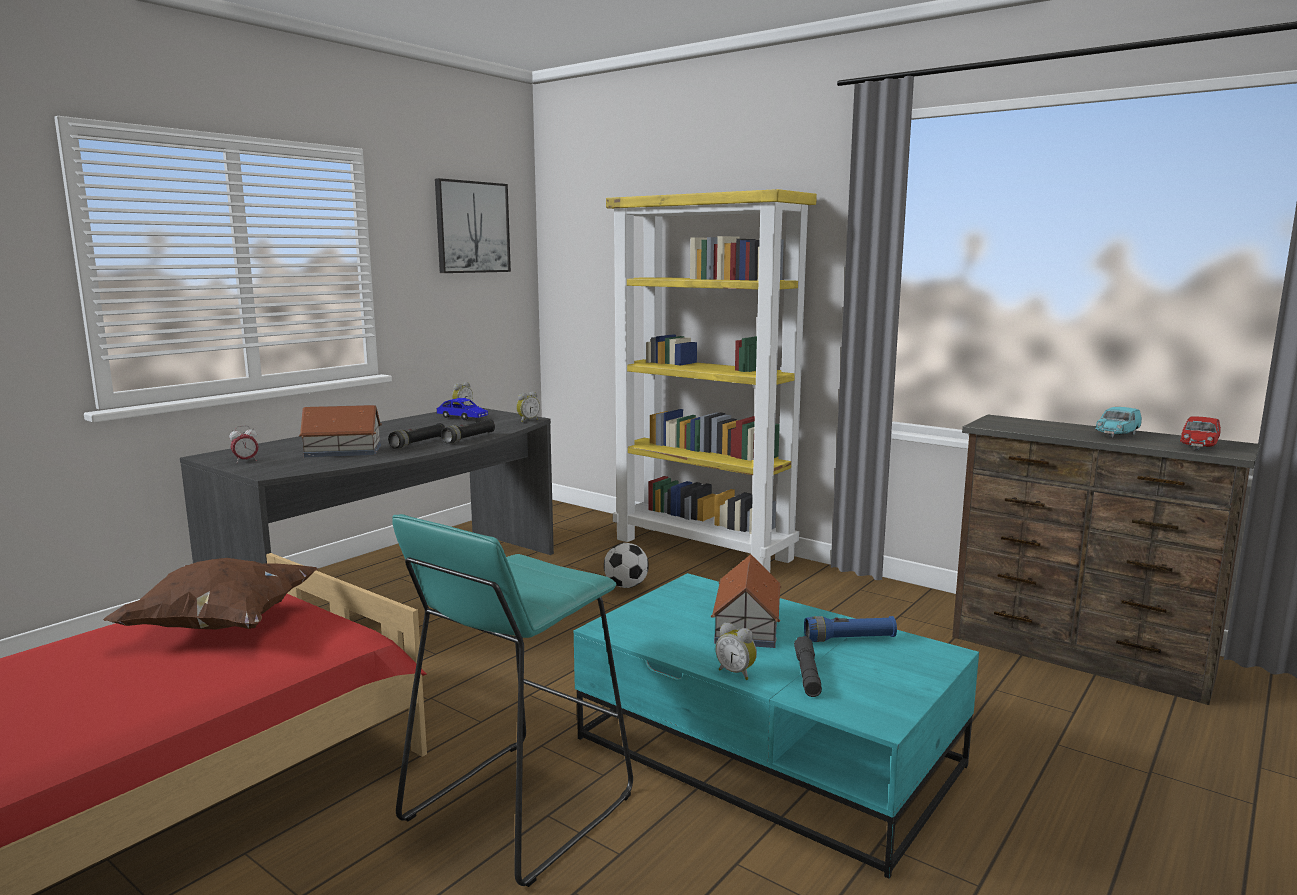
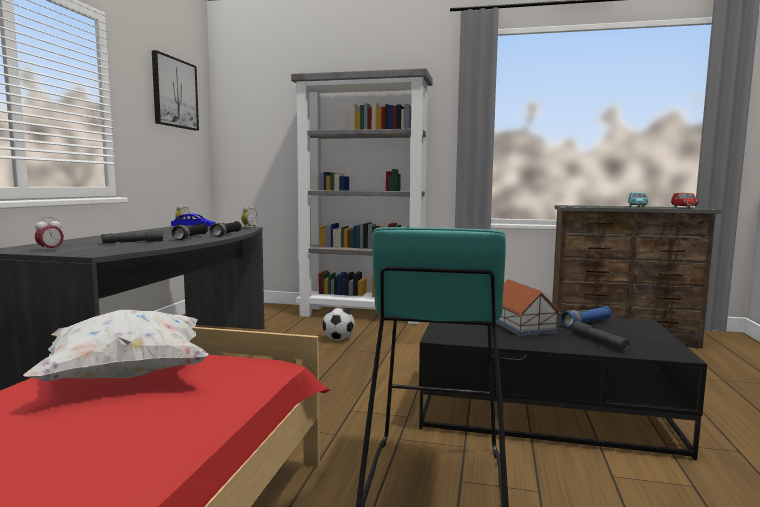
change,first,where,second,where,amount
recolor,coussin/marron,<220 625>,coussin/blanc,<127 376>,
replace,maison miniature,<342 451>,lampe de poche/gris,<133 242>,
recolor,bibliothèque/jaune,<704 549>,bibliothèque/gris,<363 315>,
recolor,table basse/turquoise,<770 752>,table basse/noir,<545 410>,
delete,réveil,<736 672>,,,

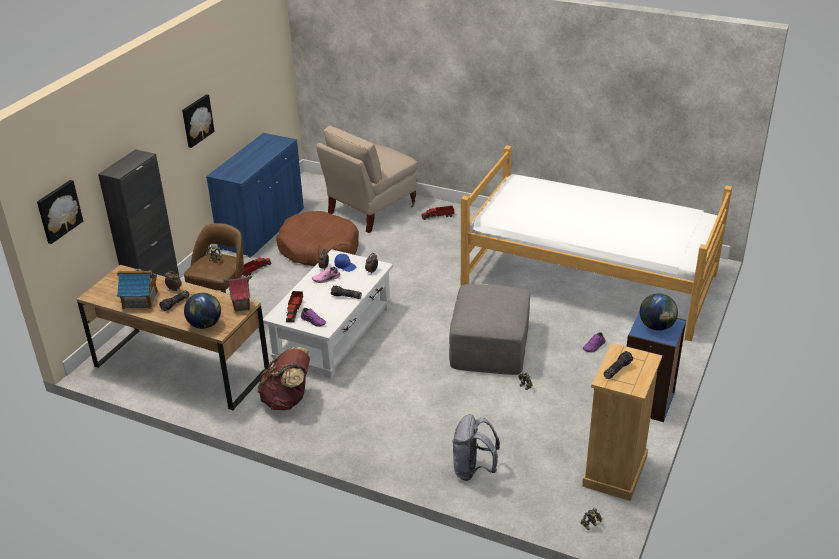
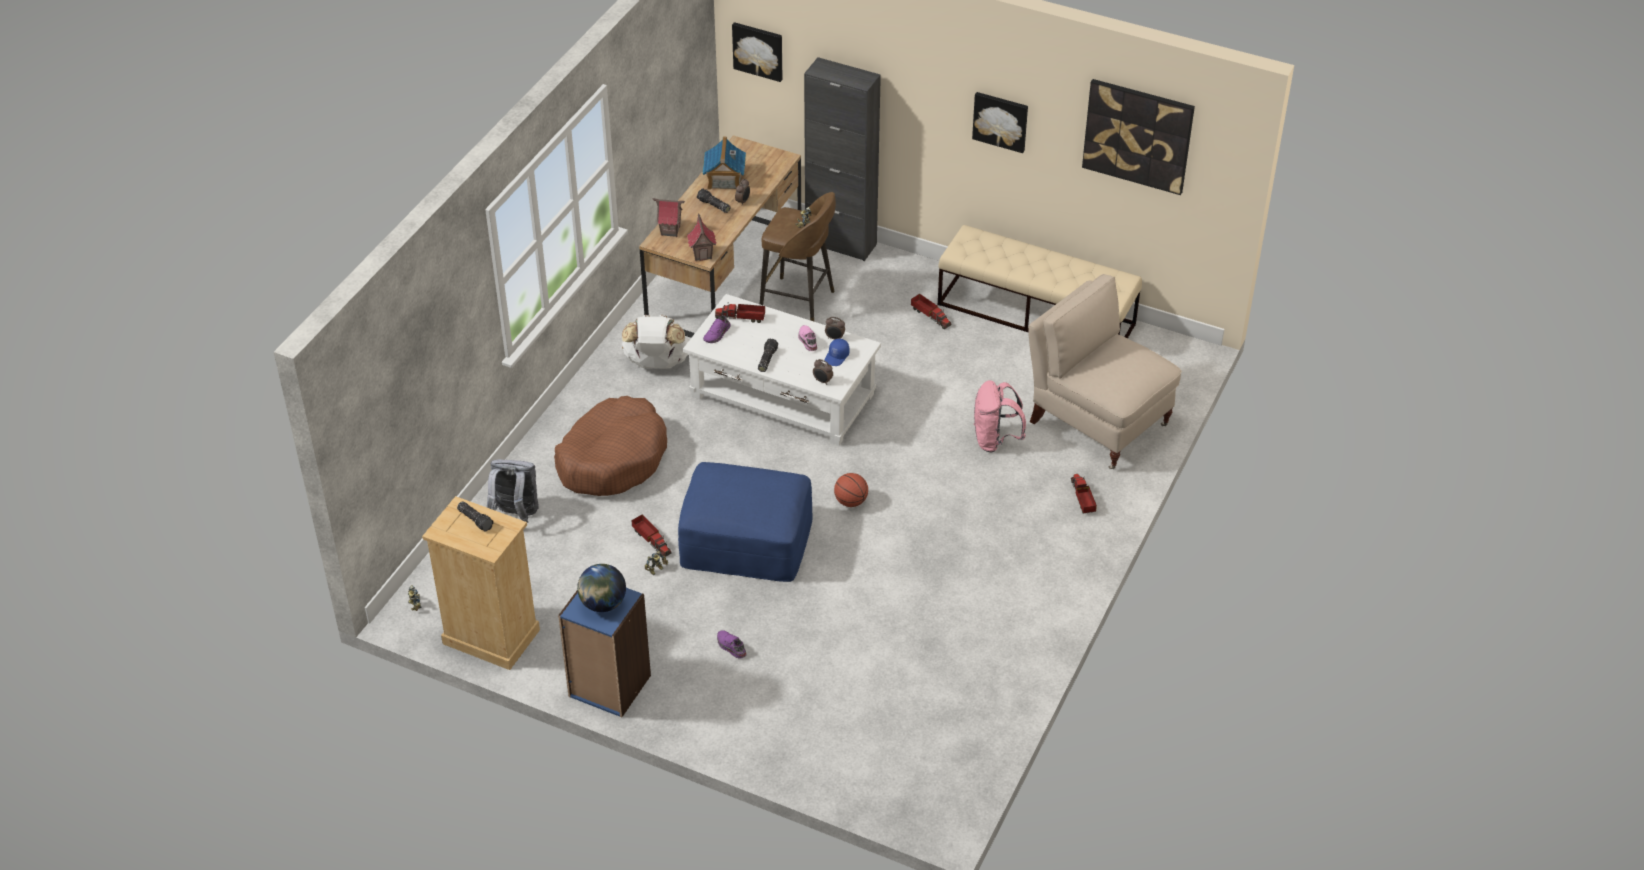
change,first,where,second,where,amount
move,panier pour chien/marron,<319 249>,,<612 458>,
recolor,sac à dos/marron,<288 400>,sac à dos/blanc,<657 363>,
insert,,,camion jouet,<651 540>,
replace,globe,<205 325>,maison miniature,<670 231>,
recolor,pouf/gris,<490 344>,pouf/bleu,<745 541>,
insert,,,ballon de basket,<851 501>,
replace,meuble de rangement/bleu,<262 229>,banc/beige,<1036 314>,
insert,,,sac à dos/rose,<995 440>,
insert,,,tableau,<1138 135>,
delete,lit,<589 280>,,,

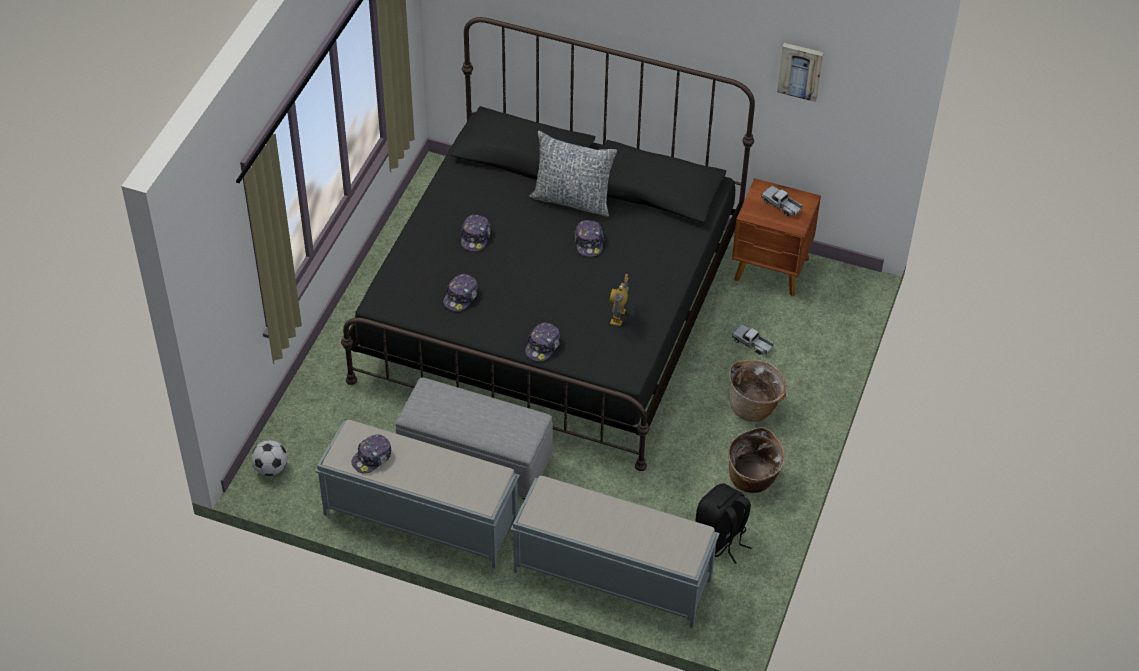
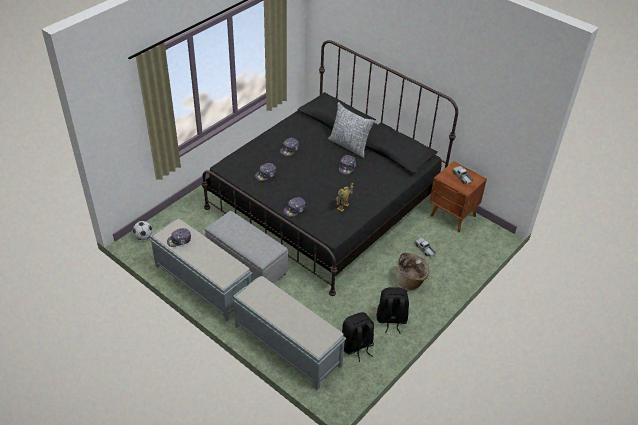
change,first,where,second,where,amount
replace,panier,<753 480>,sac à dos/noir,<391 320>,
delete,tableau,<800 70>,,,

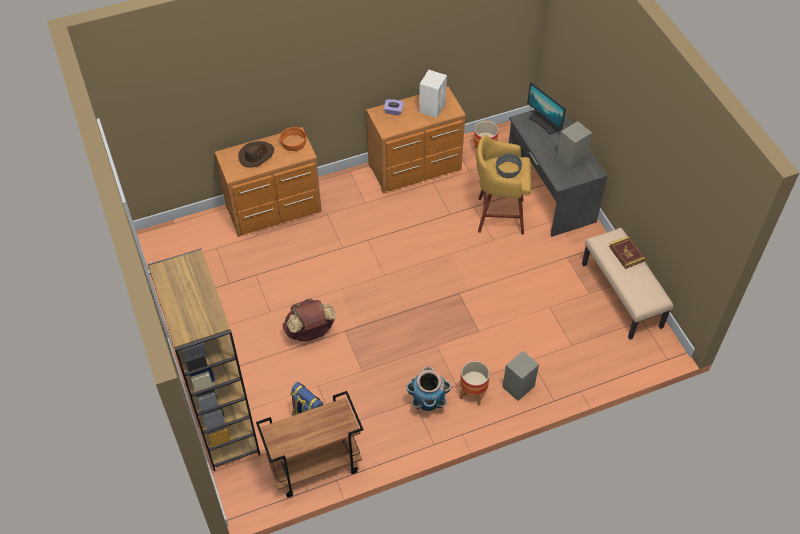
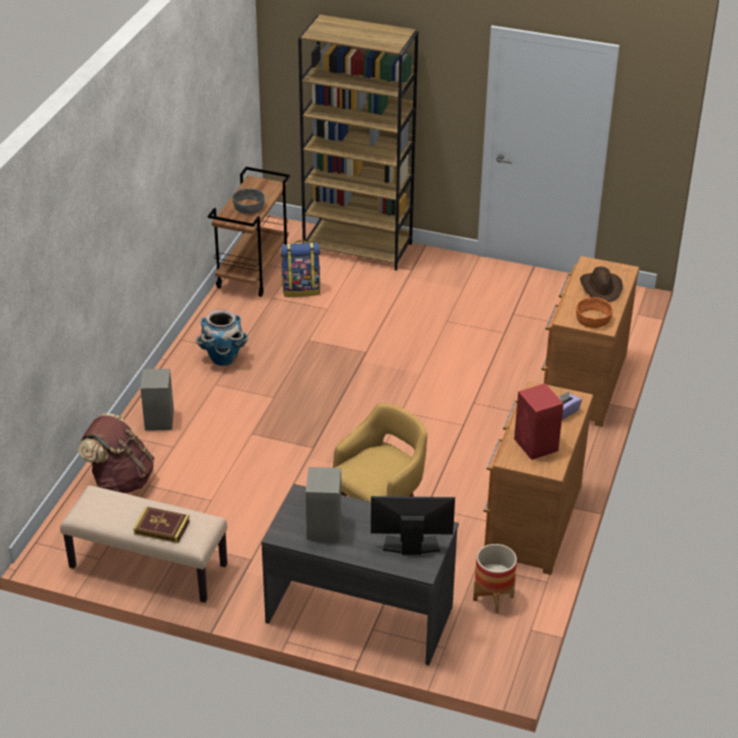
change,first,where,second,where,amount
move,sac à dos/marron,<310 332>,,<120 480>,
move,bol/gris,<508 169>,,<249 207>,
recolor,enceinte/blanc,<432 107>,enceinte/rouge,<536 445>,
delete,cache-pot,<473 393>,,,

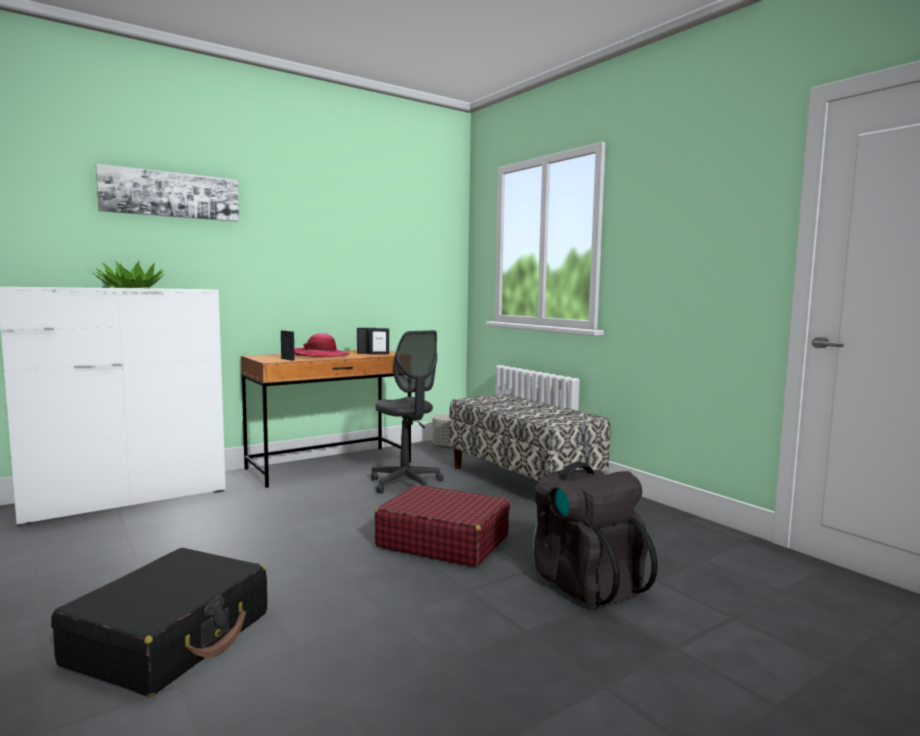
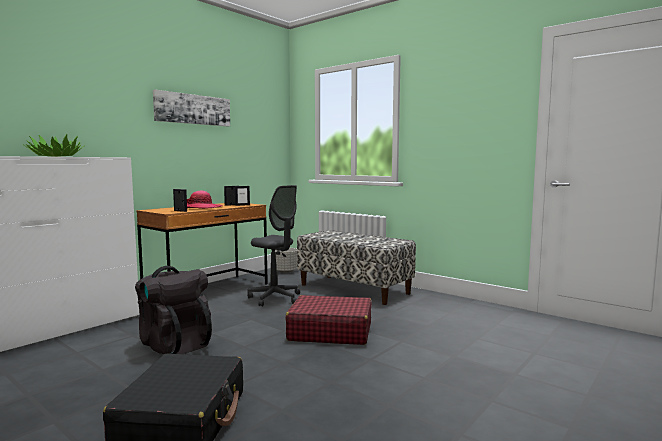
change,first,where,second,where,amount
move,sac à dos/noir,<584 583>,,<174 344>,
move,tableau,<171 194>,,<193 109>,

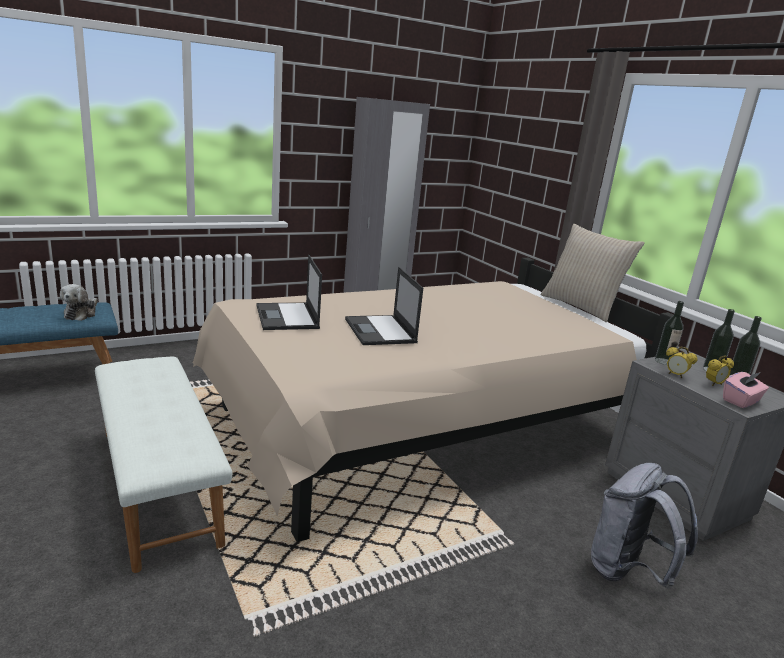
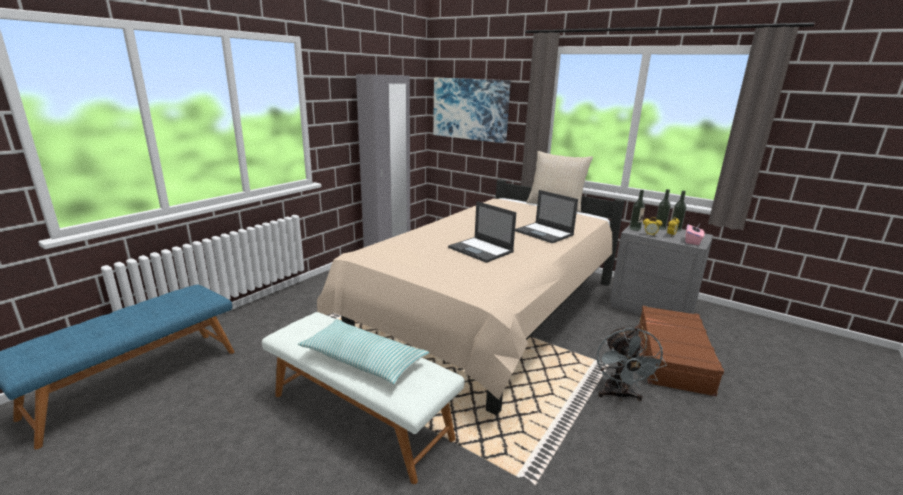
change,first,where,second,where,amount
insert,,,coussin,<363 360>,
insert,,,tableau,<470 109>,
move,ordinateur portable,<287 317>,,<544 233>,
insert,,,ventilateur/gris,<619 395>,
replace,sac à dos/gris,<628 571>,valise/marron,<671 358>,
delete,peluche,<81 314>,,,

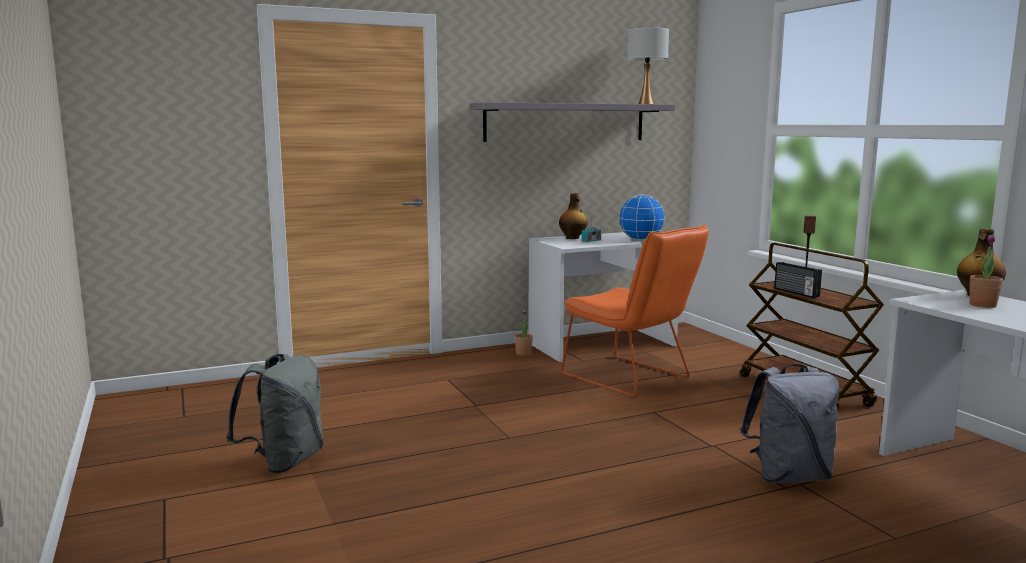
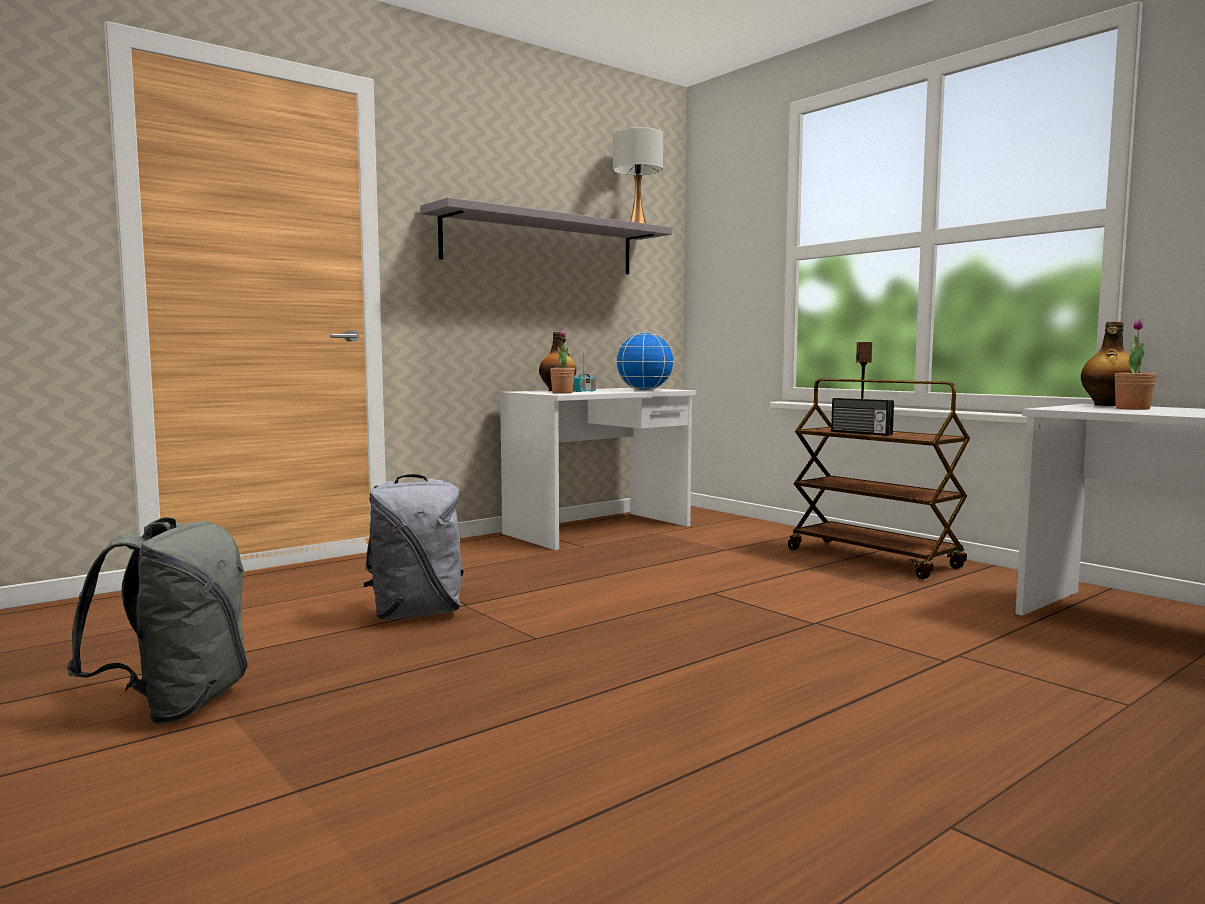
change,first,where,second,where,amount
move,sac à dos/gris,<789 476>,,<416 613>,
move,plante en pot,<523 353>,,<562 393>,
delete,chaise/orange,<631 378>,,,

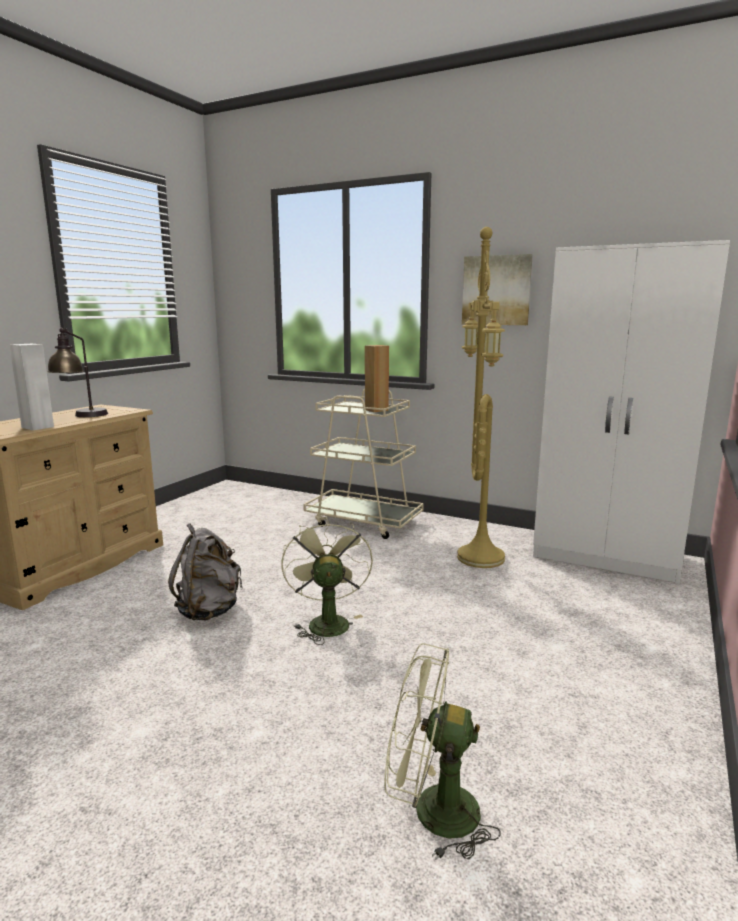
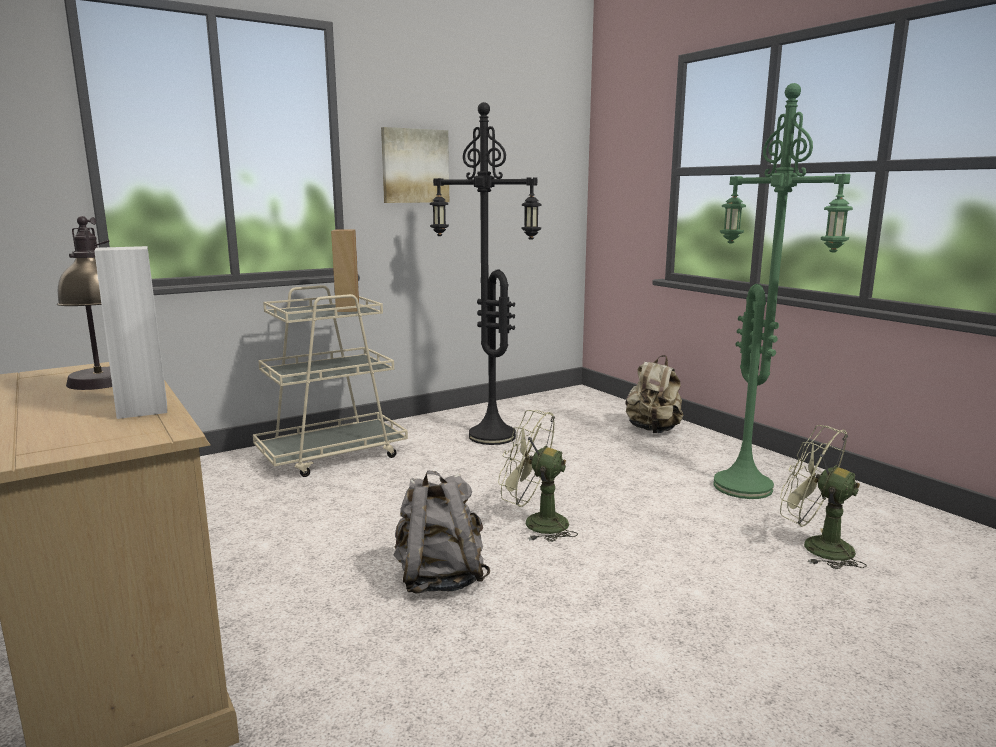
change,first,where,second,where,amount
recolor,lampadaire/jaune,<477 557>,lampadaire/noir,<488 437>,
insert,,,sac à dos/beige,<653 430>,
insert,,,lampadaire/vert,<747 487>,
rotate,ventilateur/vert,<431 812>,,<816 547>,90 degrees clockwise
delete,armoire/blanc,<607 557>,,,

